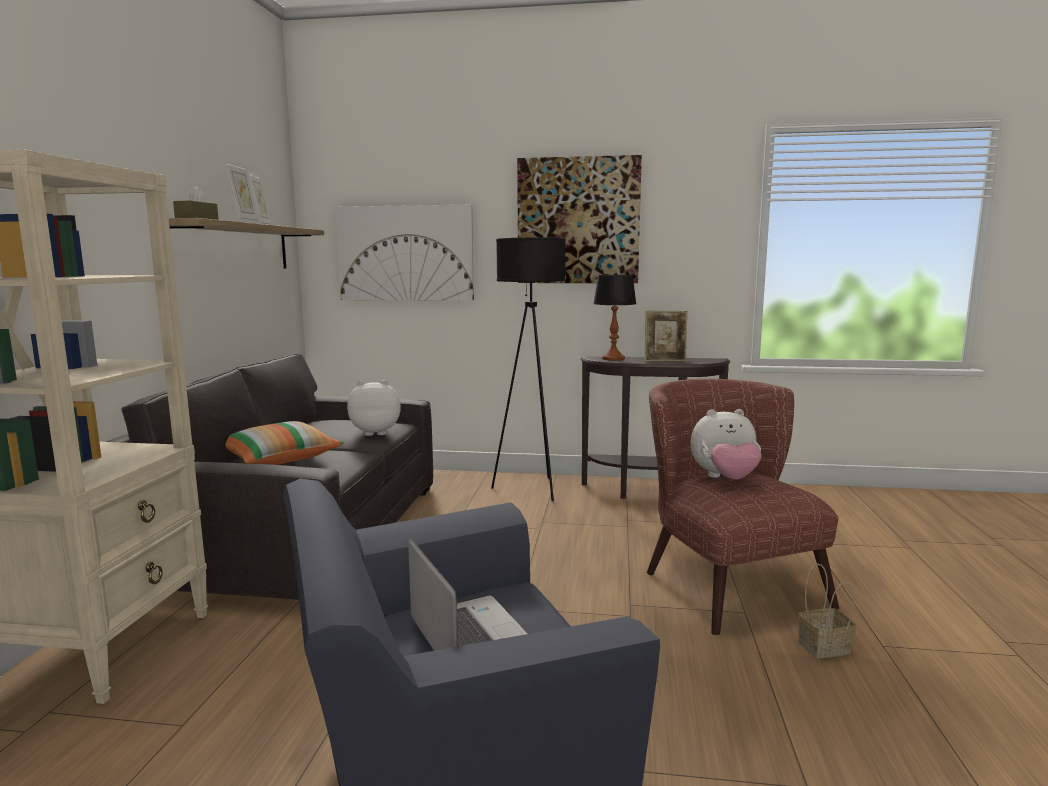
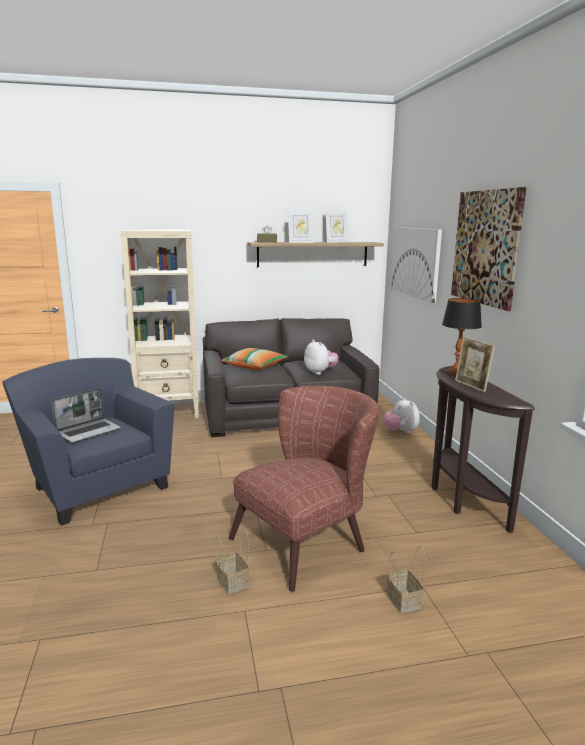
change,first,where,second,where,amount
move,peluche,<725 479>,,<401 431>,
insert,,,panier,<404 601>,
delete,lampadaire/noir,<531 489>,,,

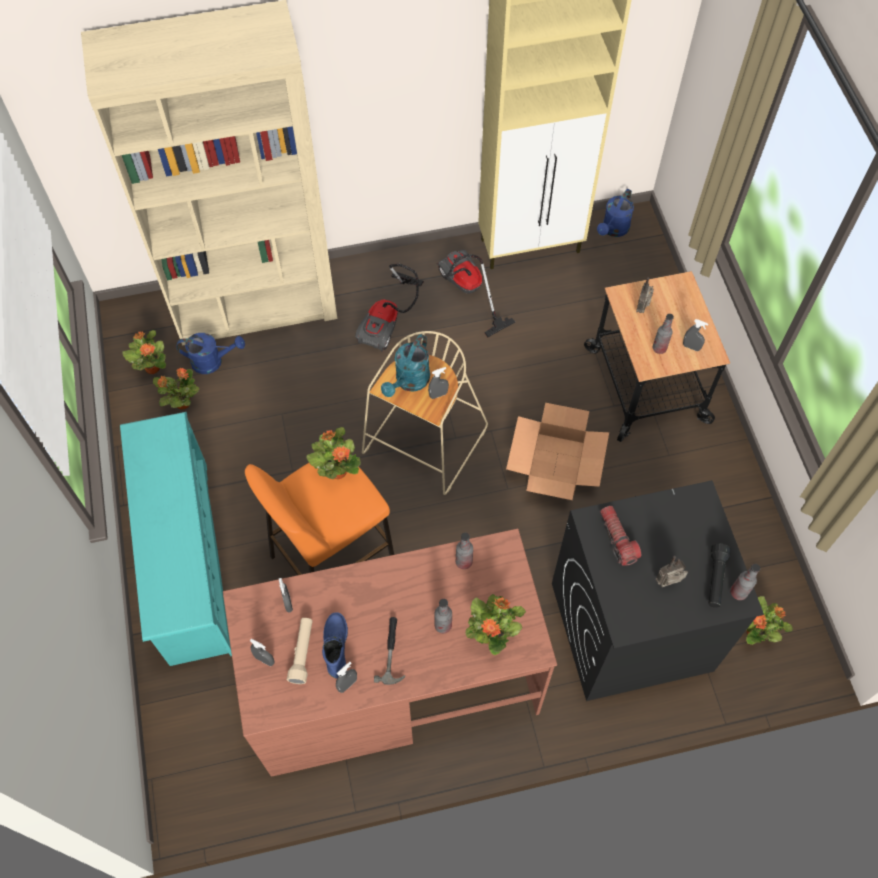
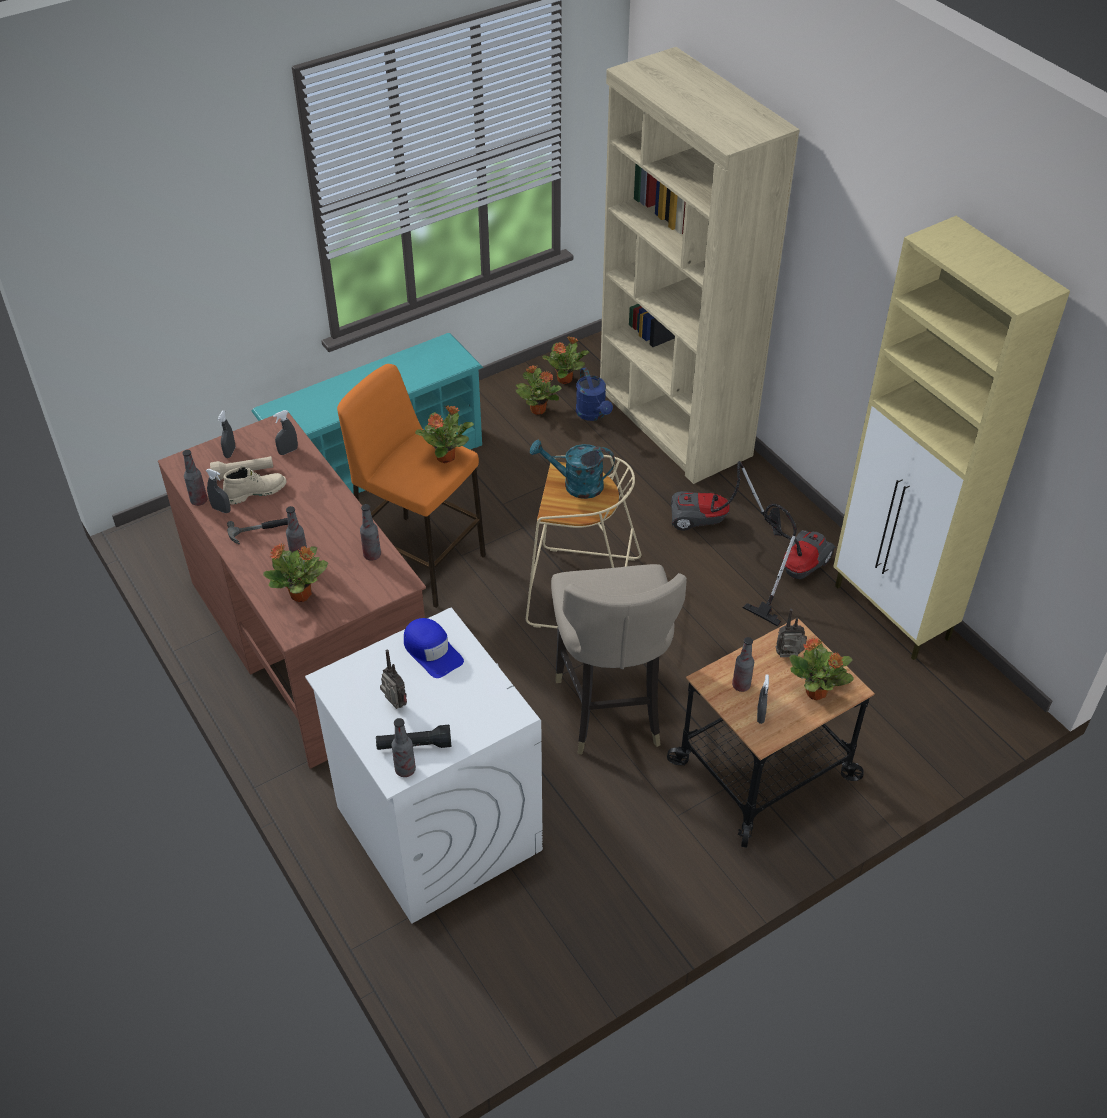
change,first,where,second,where,amount
insert,,,bouteille,<199 501>,
recolor,botte/bleu,<335 646>,botte/beige,<256 492>,
recolor,lave-linge/noir,<630 627>,lave-linge/blanc,<437 827>,
replace,lampe de poche,<617 538>,casquette/bleu,<432 651>,
replace,carton,<555 464>,tabouret/beige,<610 709>,
move,plante en pot,<755 632>,,<816 693>,
delete,vaporisateur/gris,<438 394>,,,
delete,arrosoir/bleu,<613 230>,,,

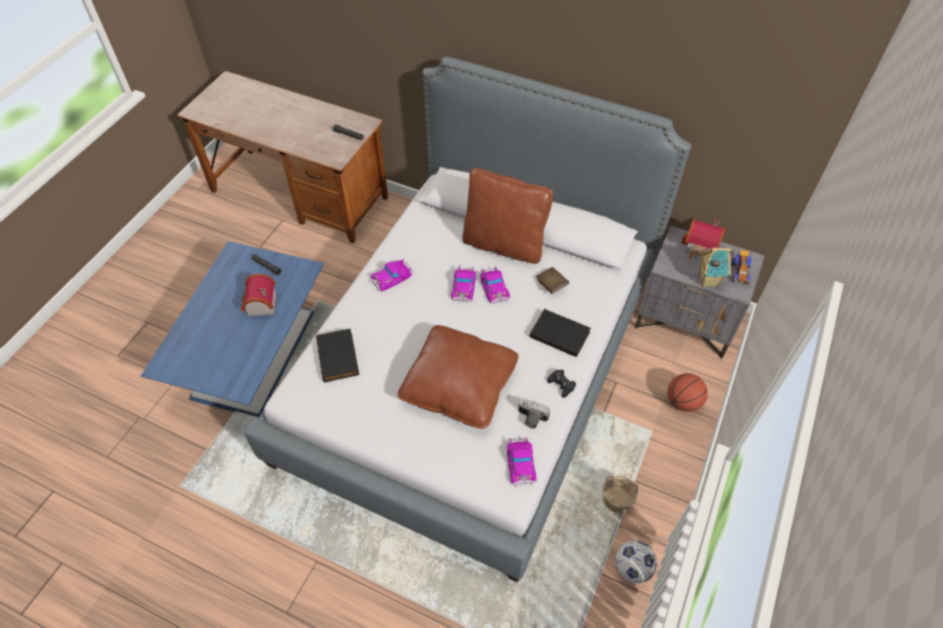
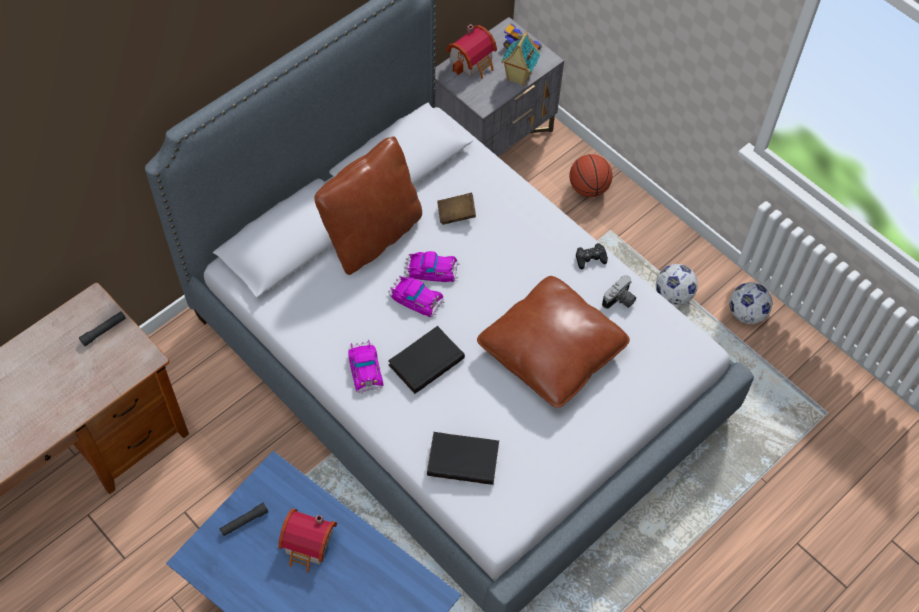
change,first,where,second,where,amount
move,livre/noir,<560 334>,,<425 360>,
replace,panier,<616 500>,ballon de foot,<673 295>,
delete,petite voiture,<520 462>,,,

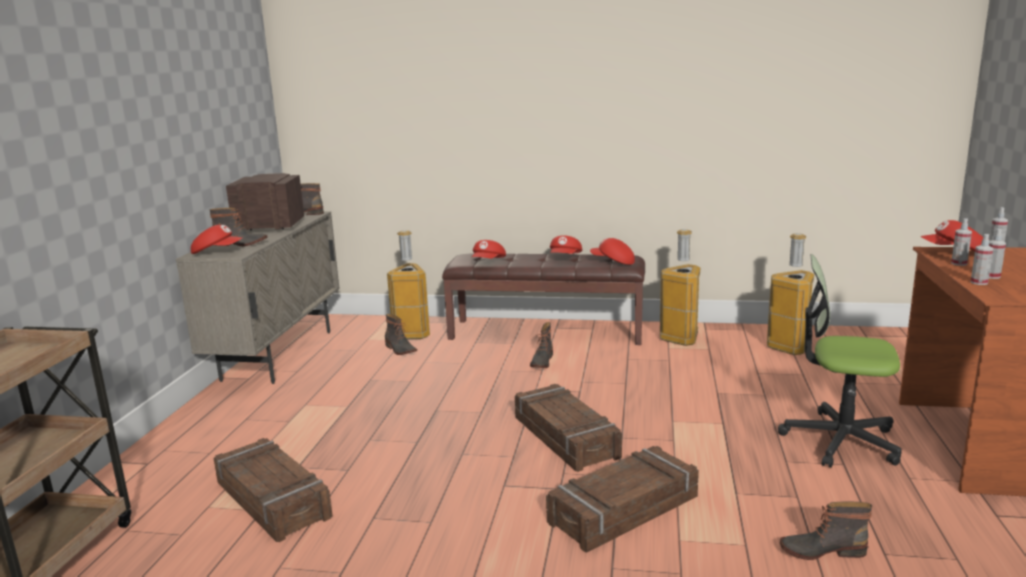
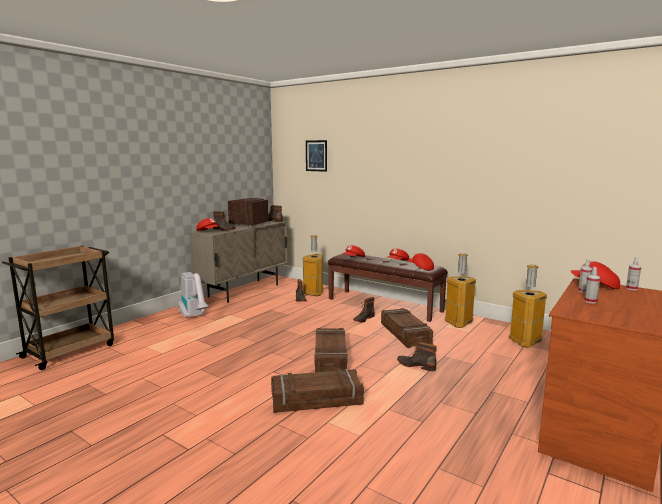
change,first,where,second,where,amount
insert,,,aspirateur,<195 317>,
insert,,,tableau,<316 155>,
move,caisse,<274 499>,,<405 333>,
move,botte,<822 550>,,<416 365>,
delete,chaise de bureau,<840 440>,,,
delete,vaporisateur,<979 282>,,,

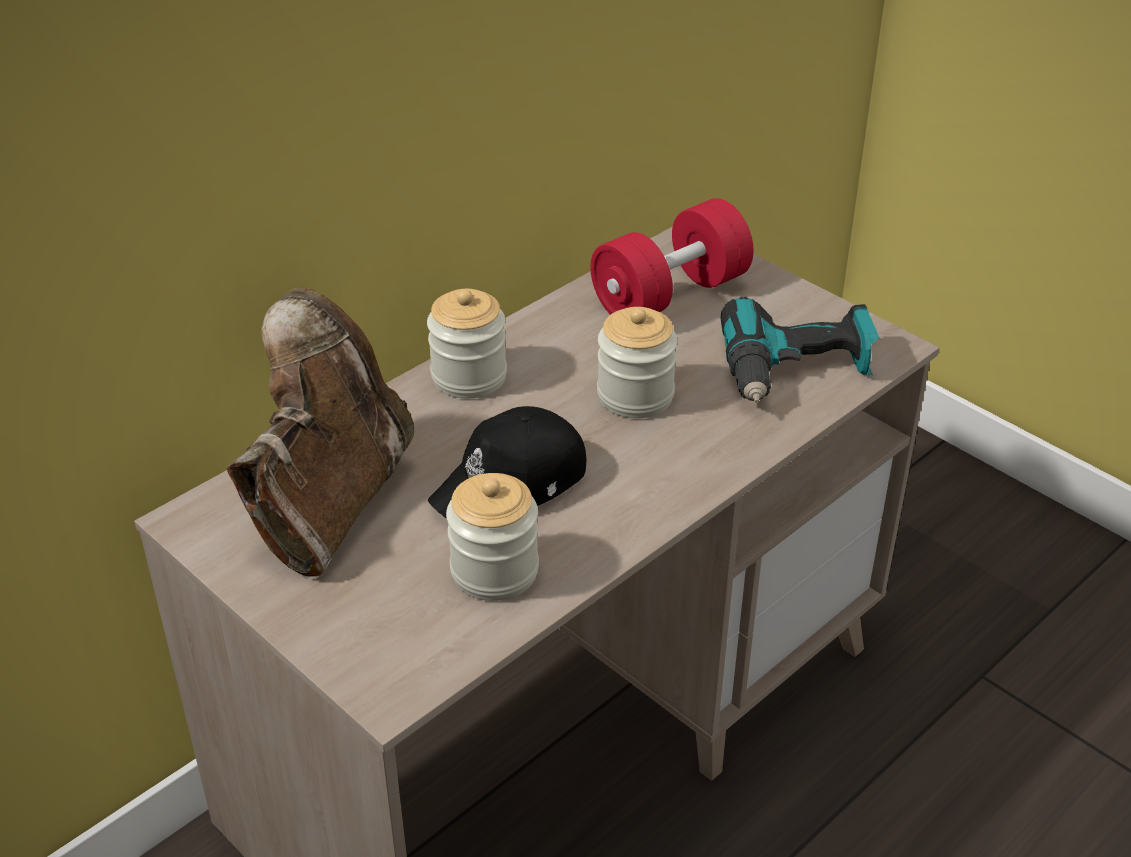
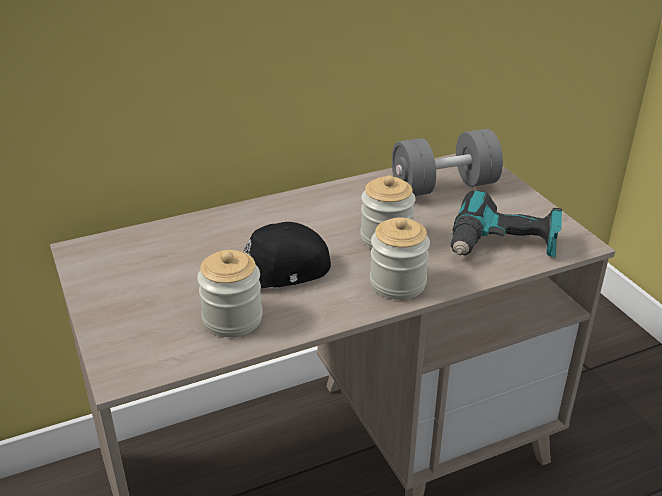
change,first,where,second,where,amount
move,bocal,<469 377>,,<397 283>,
recolor,haltère/rouge,<670 295>,haltère/gris,<444 186>,
delete,botte/marron,<328 500>,,,

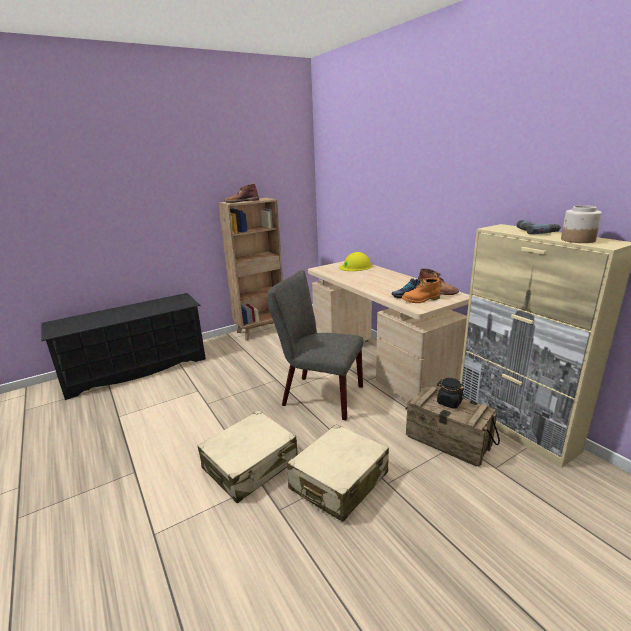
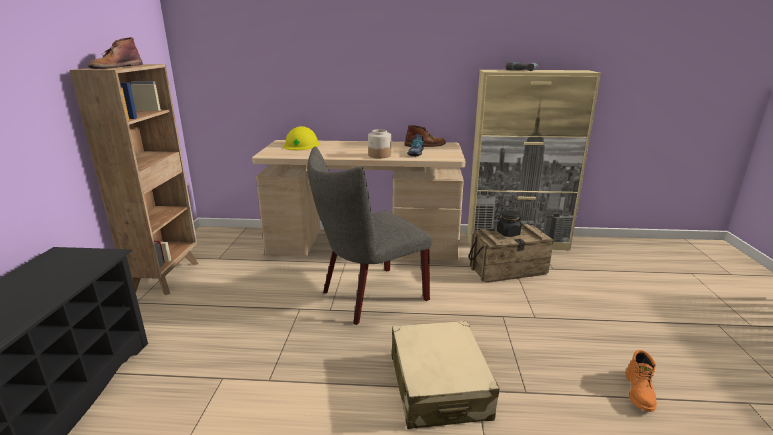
change,first,where,second,where,amount
move,bocal,<577 240>,,<379 155>,
move,botte/orange,<421 300>,,<640 392>,
delete,valise/beige,<339 481>,,,

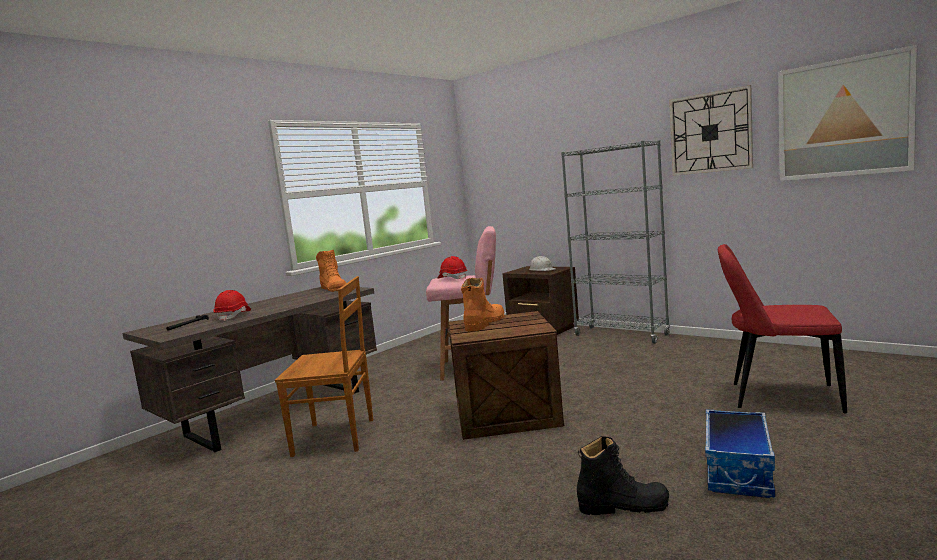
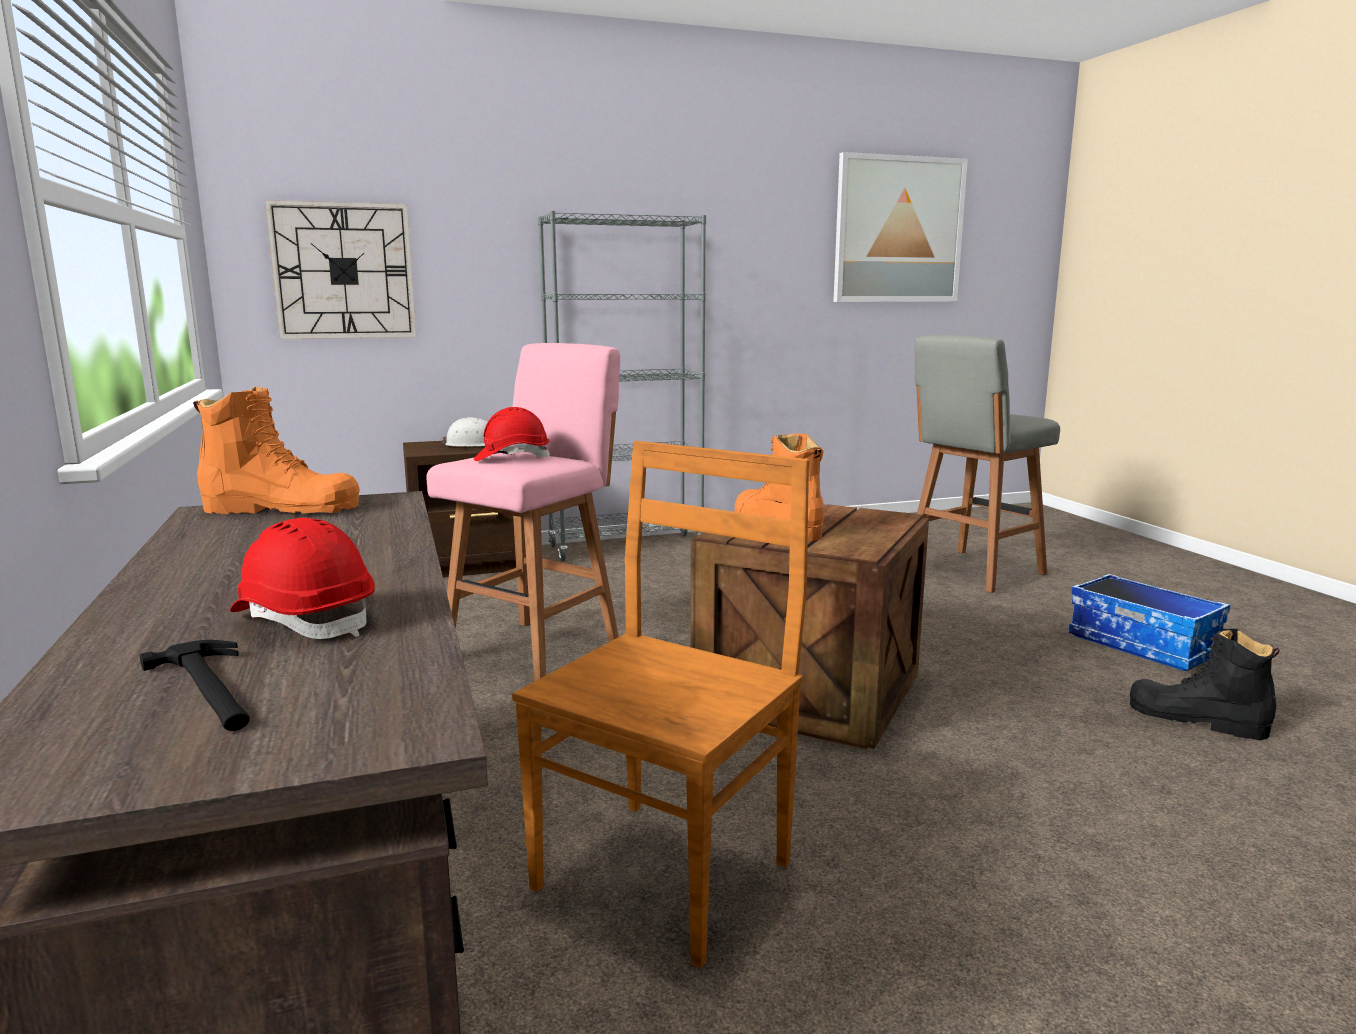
change,first,where,second,where,amount
move,horloge murale,<710 132>,,<343 271>,
replace,chaise/rouge,<778 397>,tabouret/gris,<971 571>,
rotate,botte/noir,<623 506>,,<1196 719>,90 degrees counterclockwise

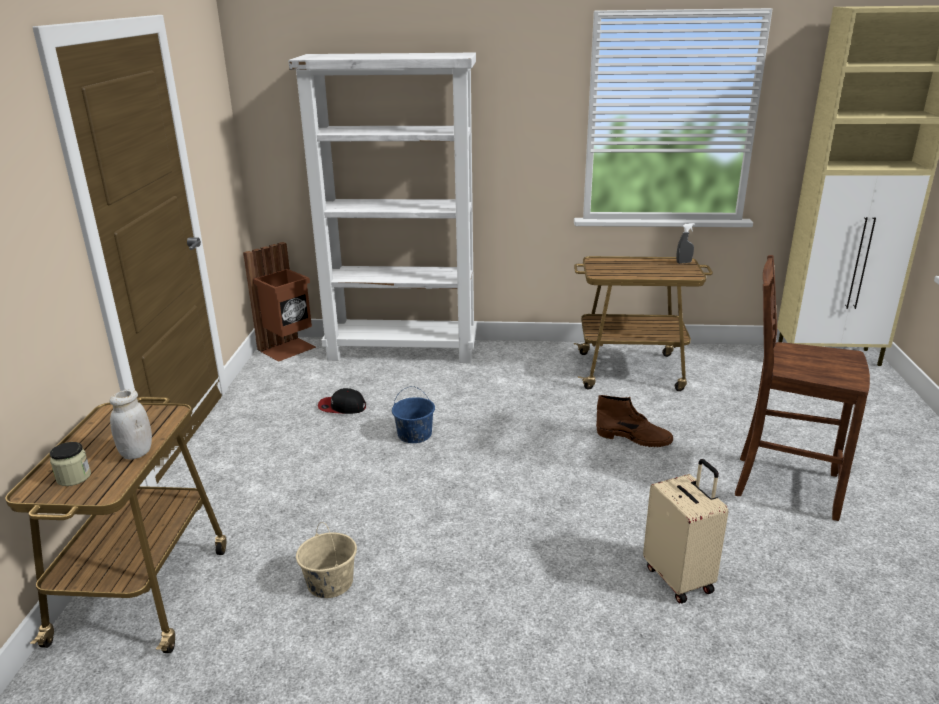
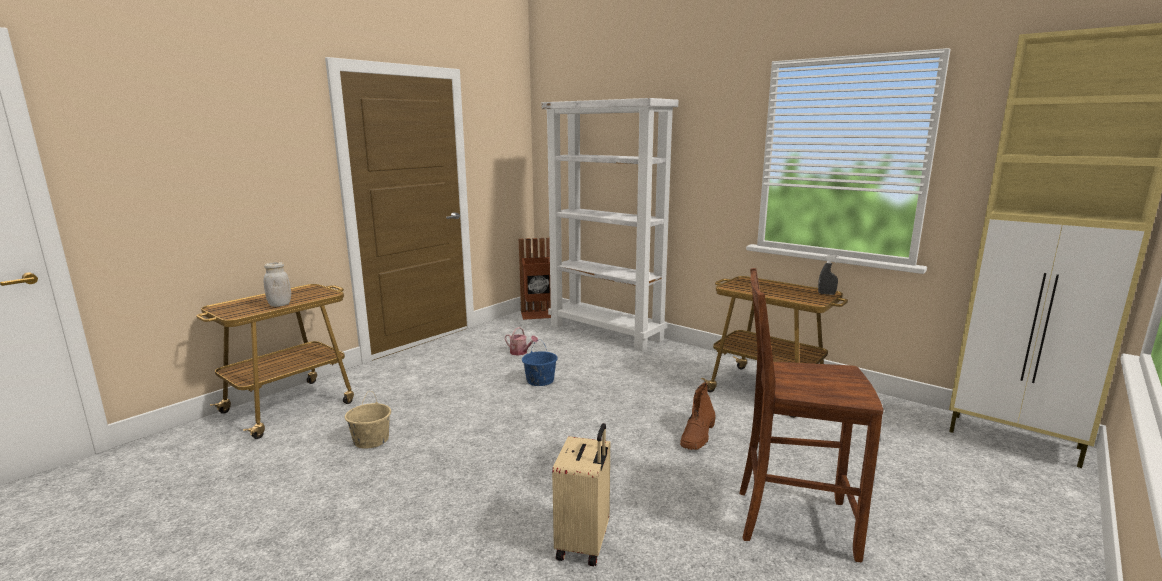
change,first,where,second,where,amount
replace,casquette,<342 407>,arrosoir,<520 352>,
rotate,botte/marron,<634 438>,,<697 436>,60 degrees clockwise
rotate,chaise/marron,<783 485>,,<791 521>,45 degrees counterclockwise
delete,bocal,<74 477>,,,

